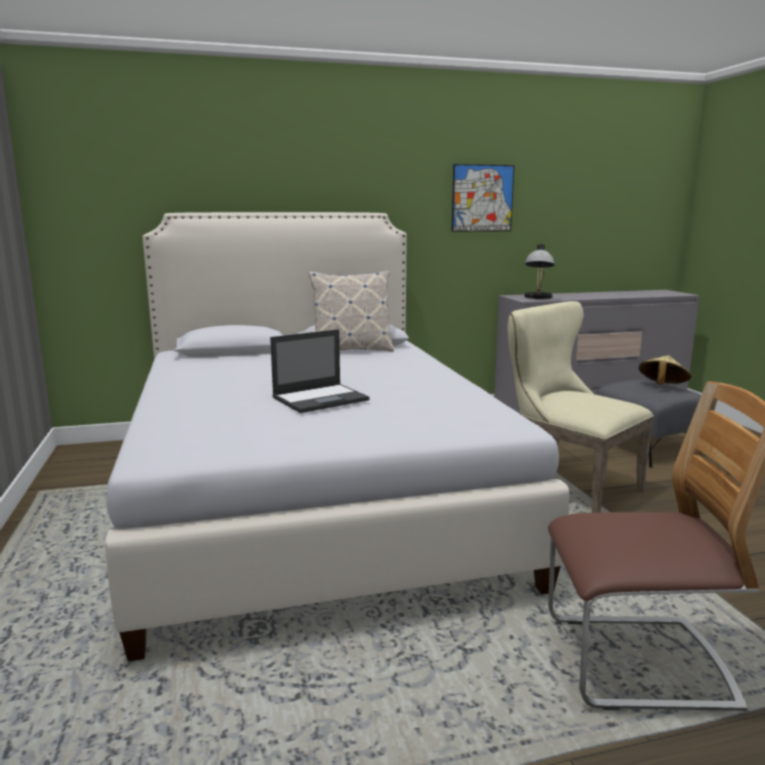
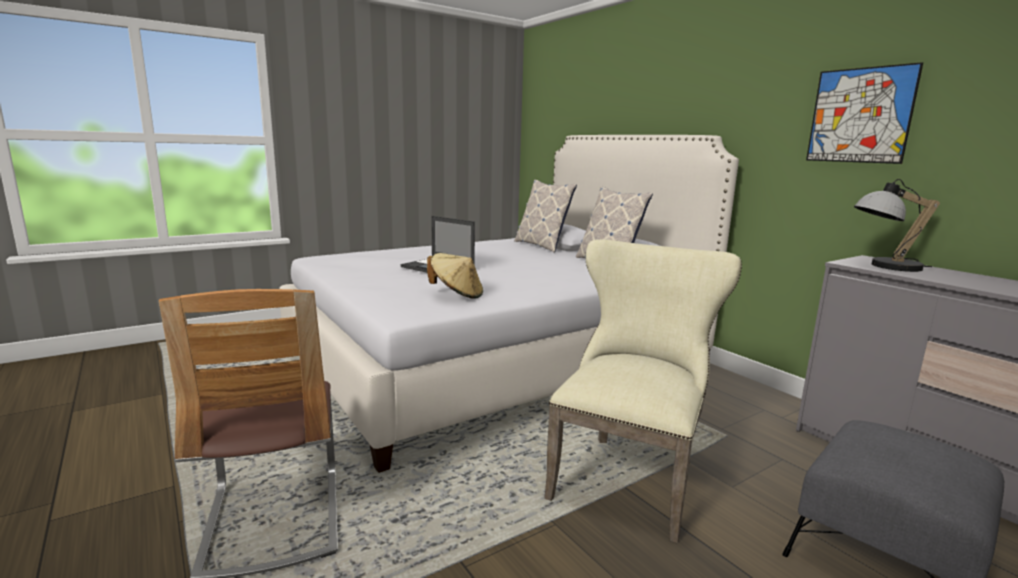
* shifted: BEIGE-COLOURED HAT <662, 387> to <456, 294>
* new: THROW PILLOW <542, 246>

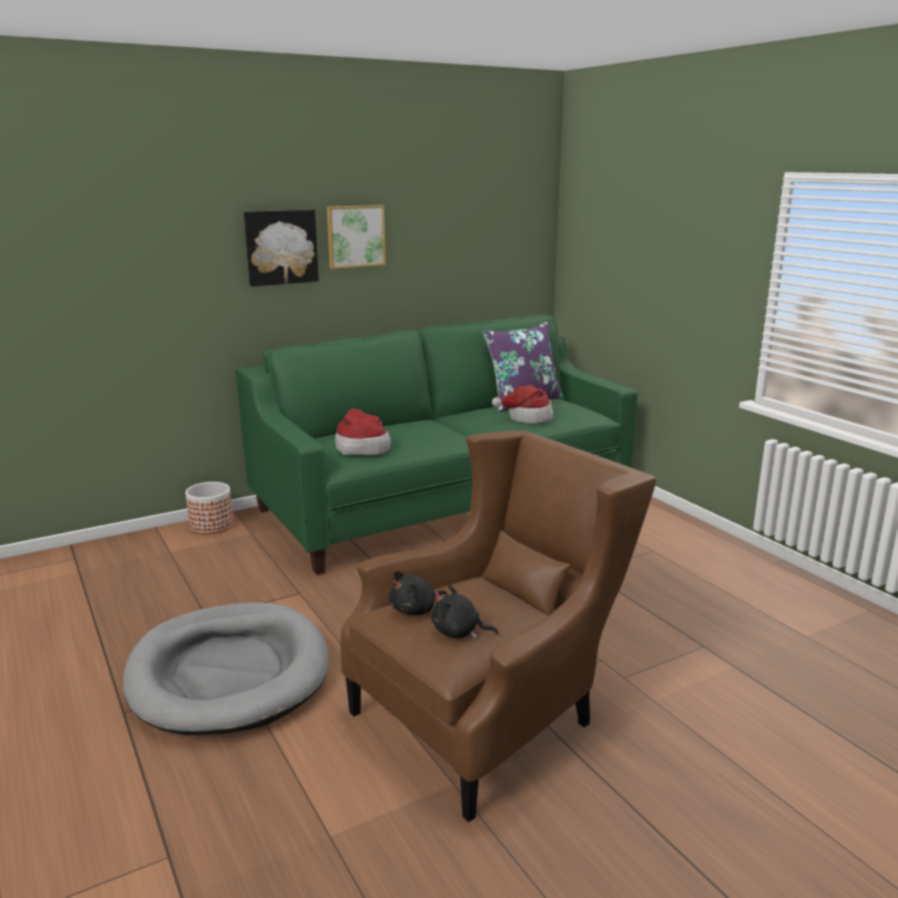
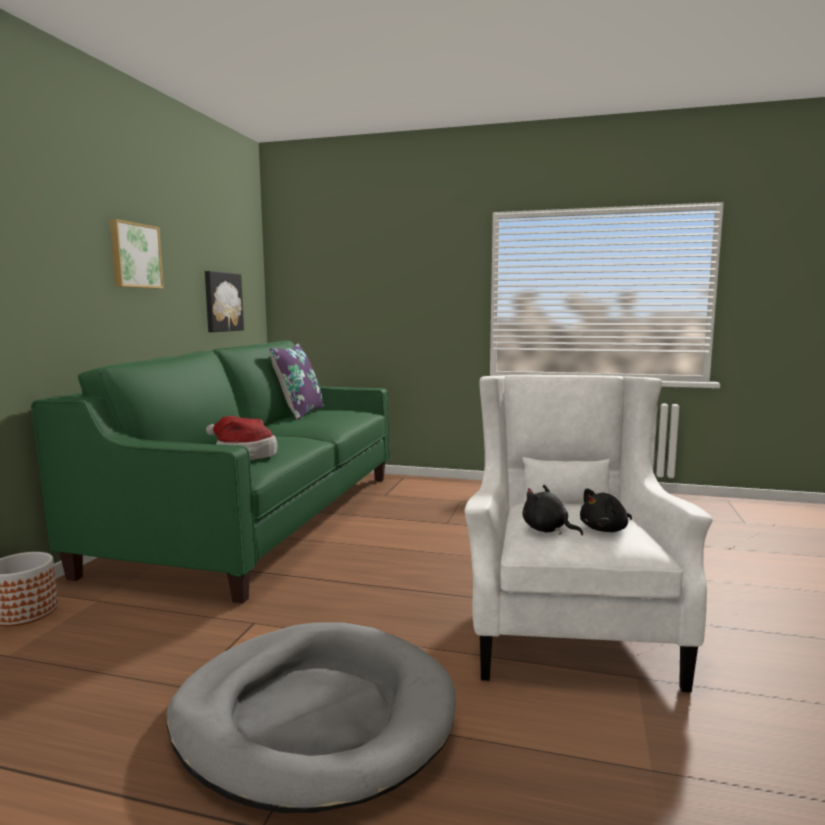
* shifted: WALL ART <281, 247> to <222, 302>
* repainted: BROWN-COLOURED EASY CHAIR <491, 715> to WHITE EASY CHAIR <566, 624>
* rotated: BLACK-COLOURED SOFT TOY <416, 610> = <547, 530> 120 degrees clockwise
* gone: HAT <527, 417>

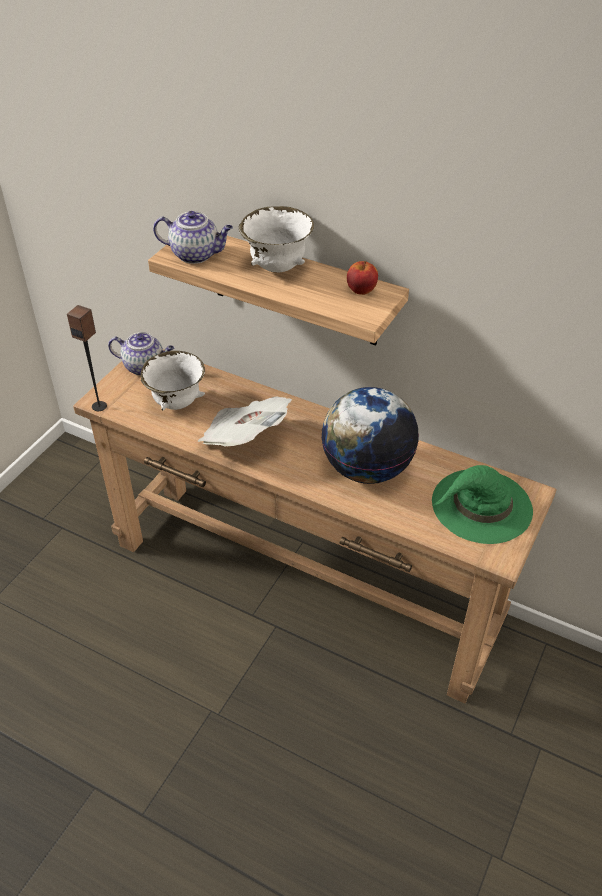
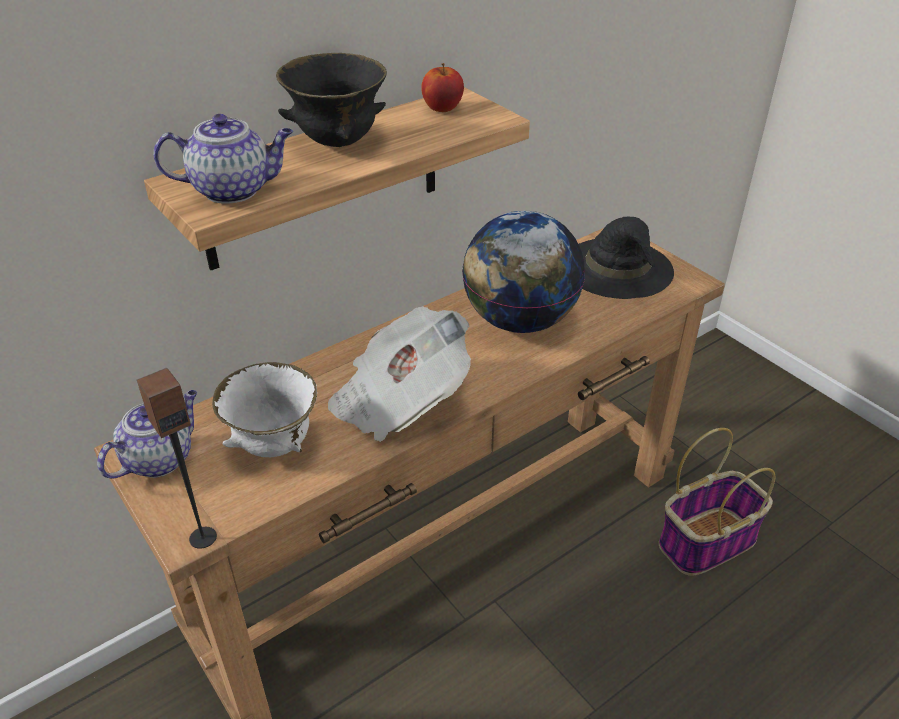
* rotated: POT FOR TEA <196, 254> = <234, 190> 45 degrees clockwise
* repainted: WHITE BOWL <277, 267> to BLACK-COLOURED BOWL <337, 143>
* repainted: GREEN-COLOURED HAT <481, 506> to BLACK-COLOURED HAT <618, 268>
* new: HOUSEHOLD BASKET <707, 541>

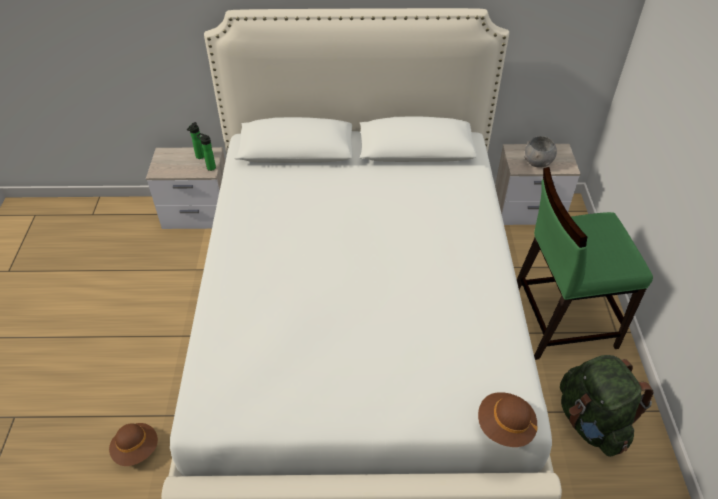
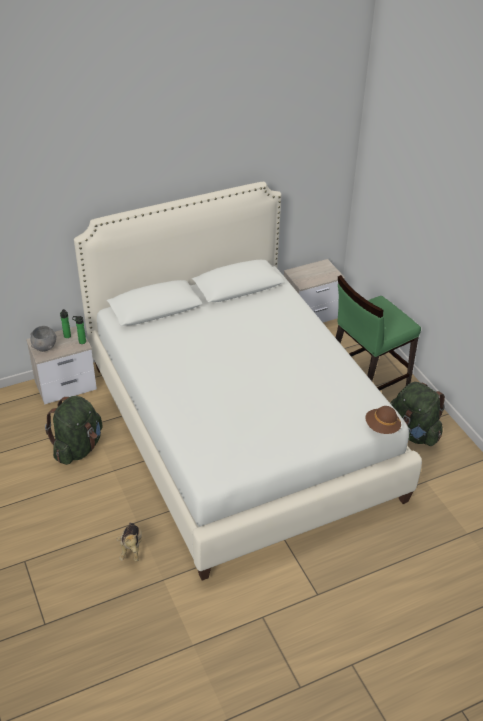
* swapped: BROWN-COLOURED HAT <136, 449> to SOFT TOY <131, 548>
* shifted: GRAY BOWL <538, 162> to <45, 346>
* new: GREEN-COLOURED BACKPACK <78, 447>

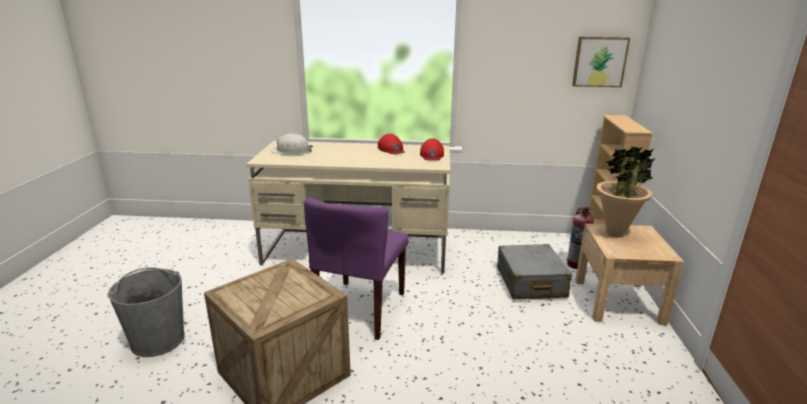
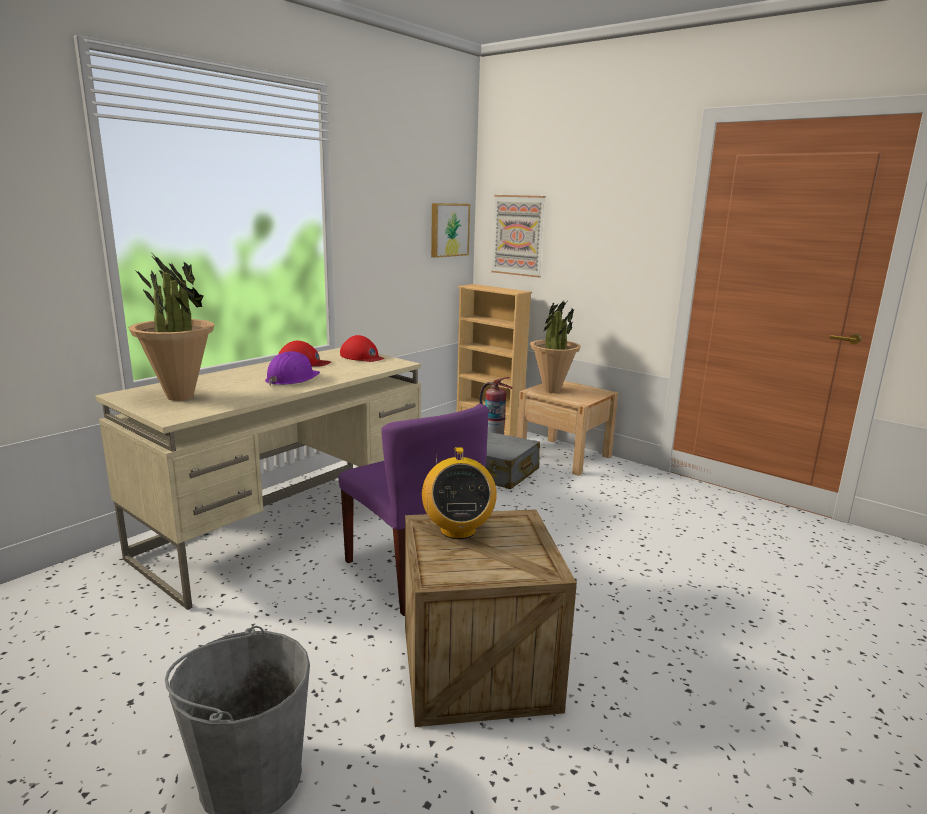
* swapped: WHITE WORK HELMET <291, 151> to HOUSEPLANT <181, 397>
* new: PURPLE-COLOURED WORK HELMET <292, 379>
* new: RADIO RECEIVER <457, 530>
* new: WALL ART <518, 235>

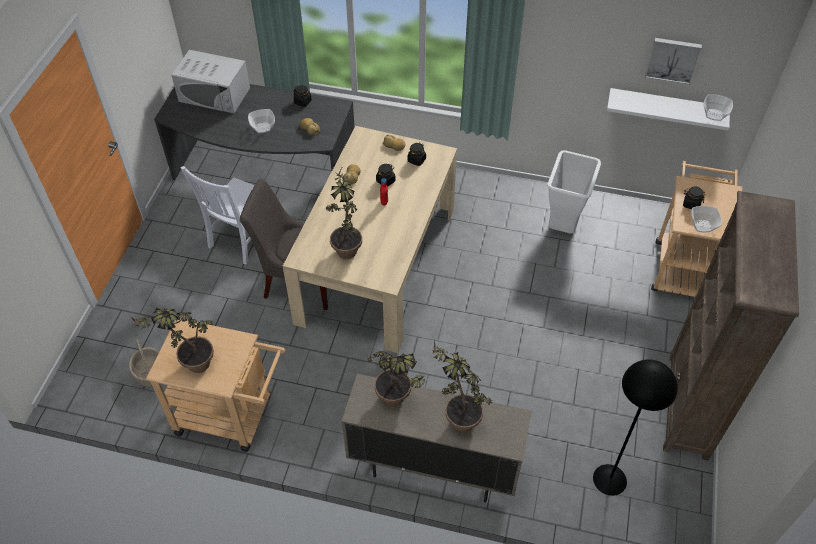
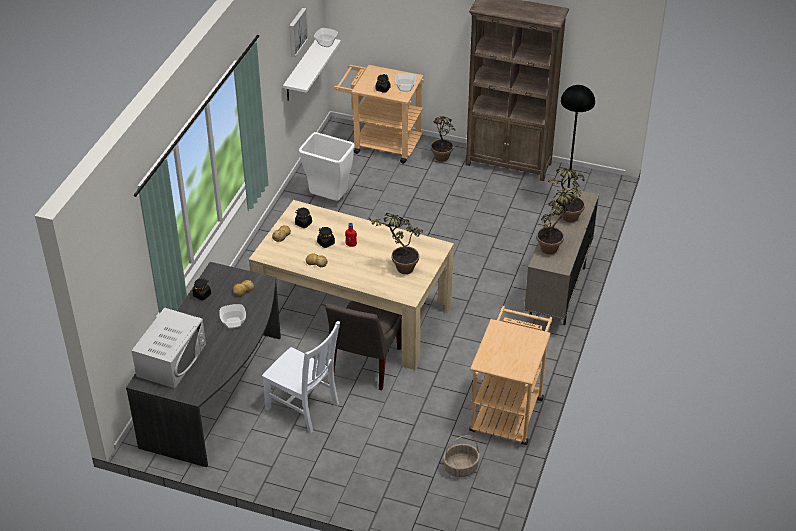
* shifted: HOUSEPLANT <190, 364> to <441, 161>

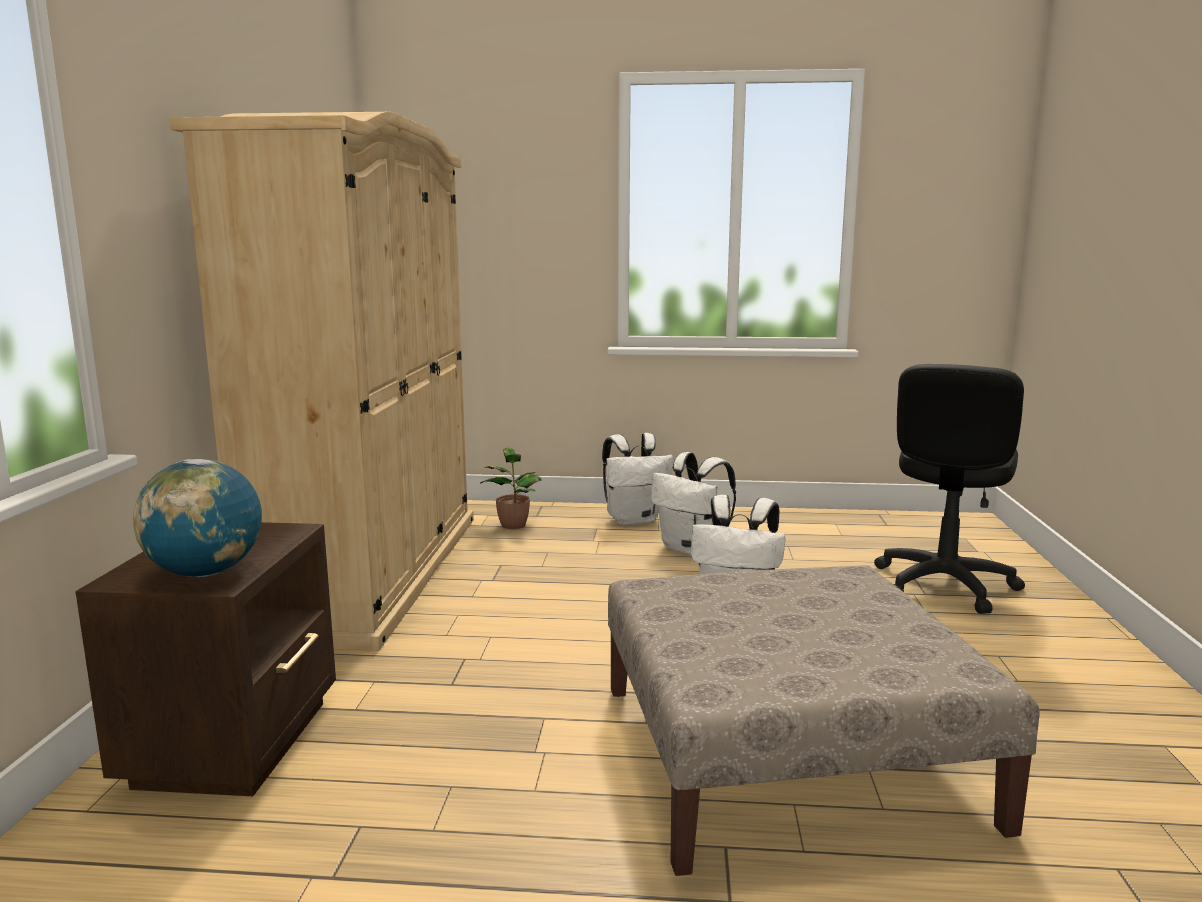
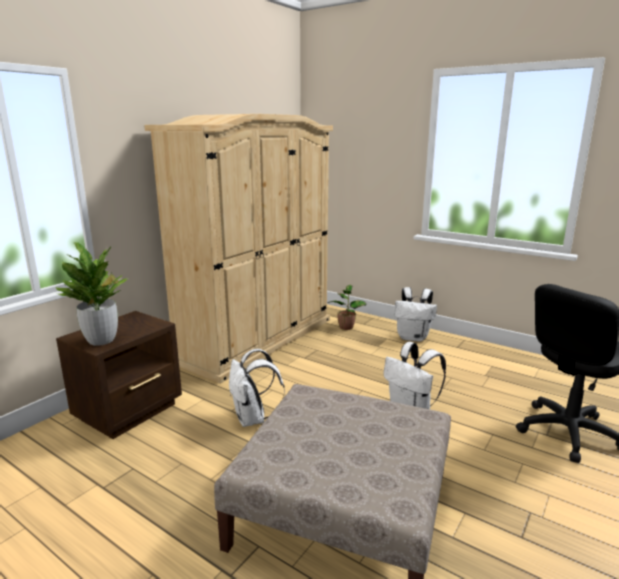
* swapped: DESK GLOBE <205, 573> to HOUSEPLANT <102, 340>
* shifted: WHITE BACKPACK <691, 549> to <253, 419>

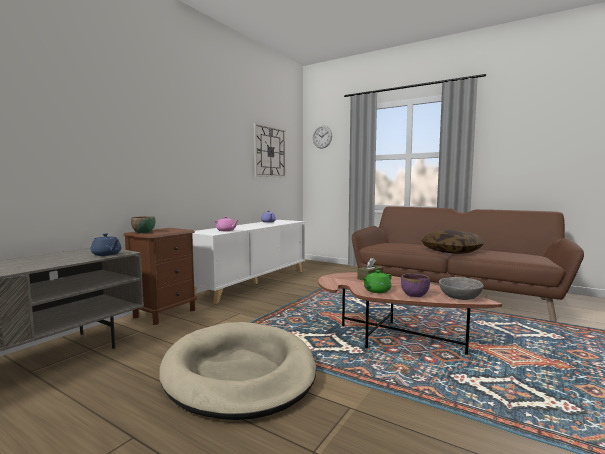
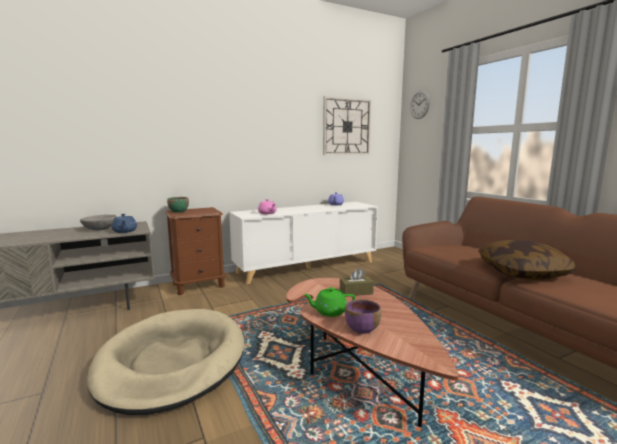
* shifted: GRAY BOWL <460, 297> to <100, 229>

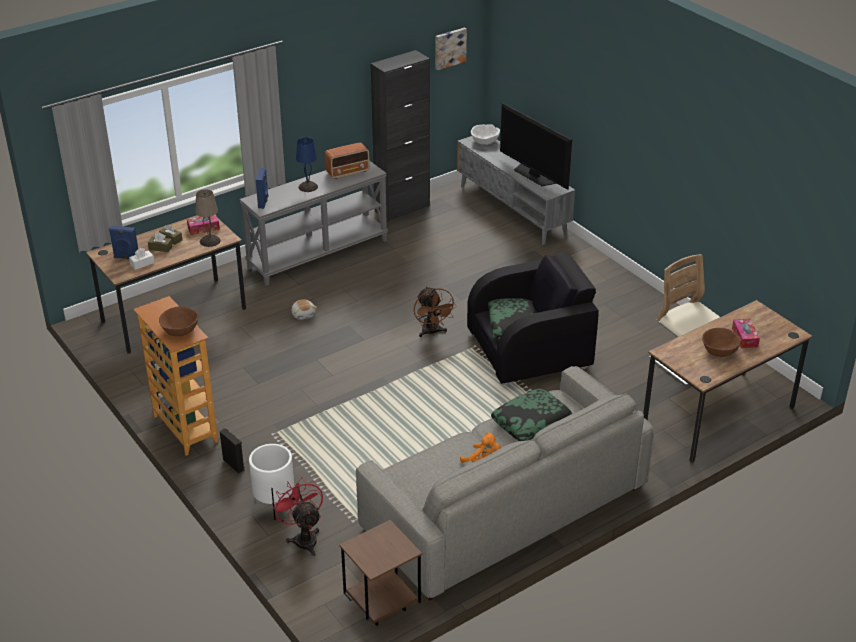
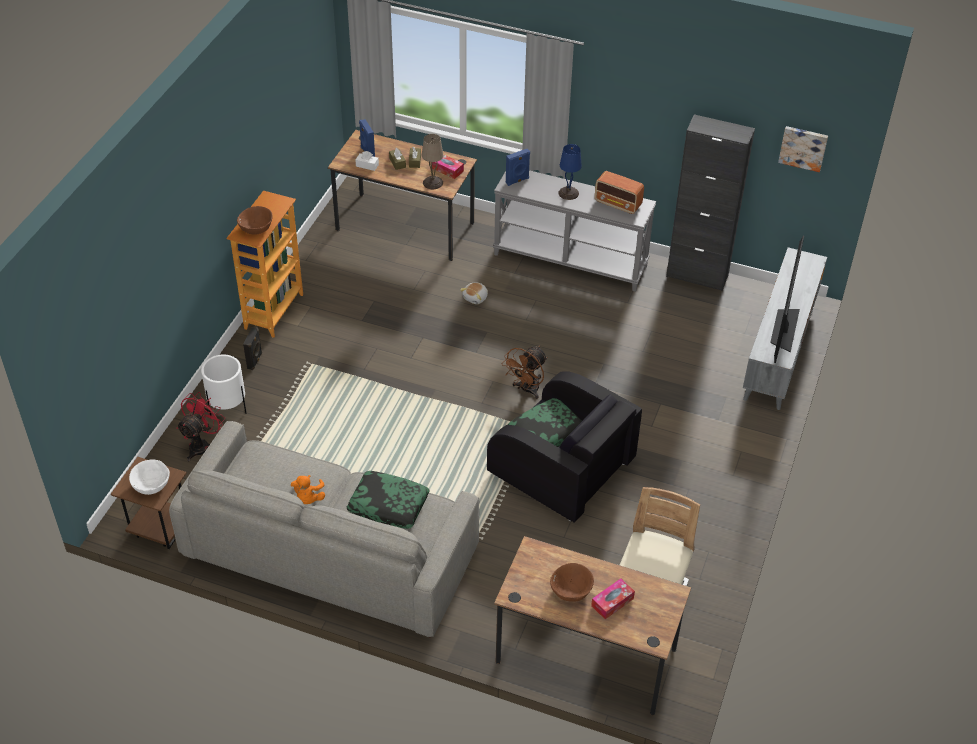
* shifted: WHITE BOWL <485, 141> to <151, 485>

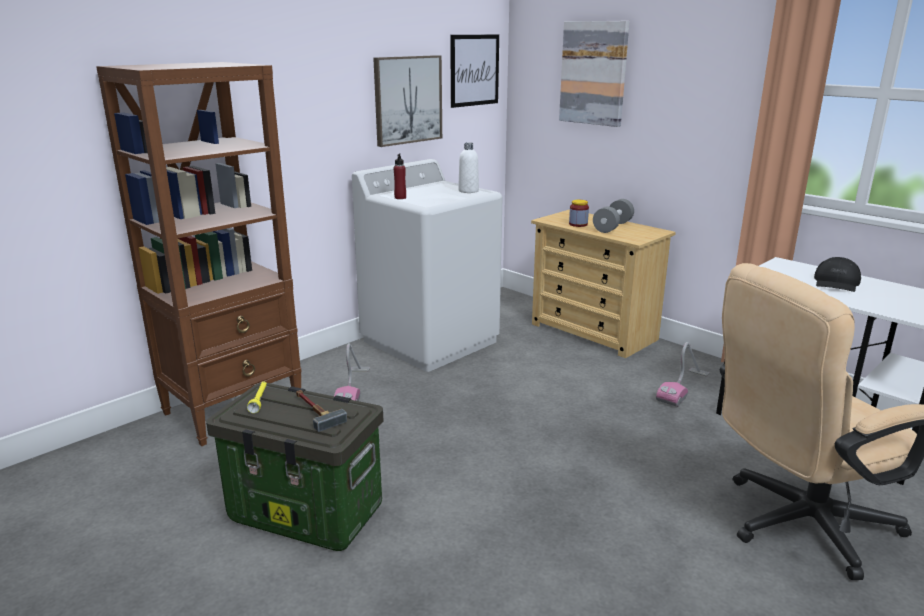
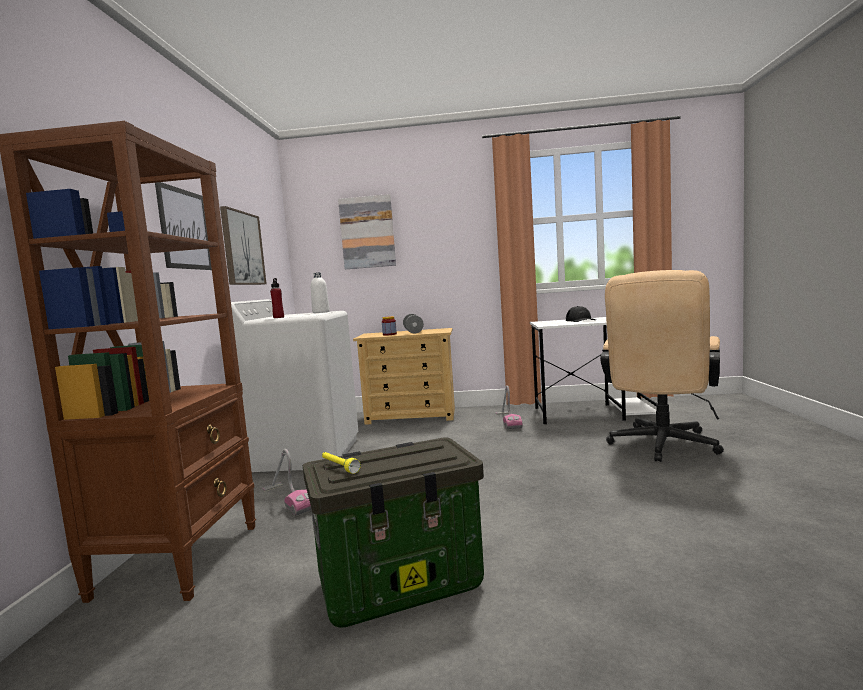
* gone: HAND HAMMER <314, 411>
* shifted: WALL ART <474, 70> to <185, 229>

